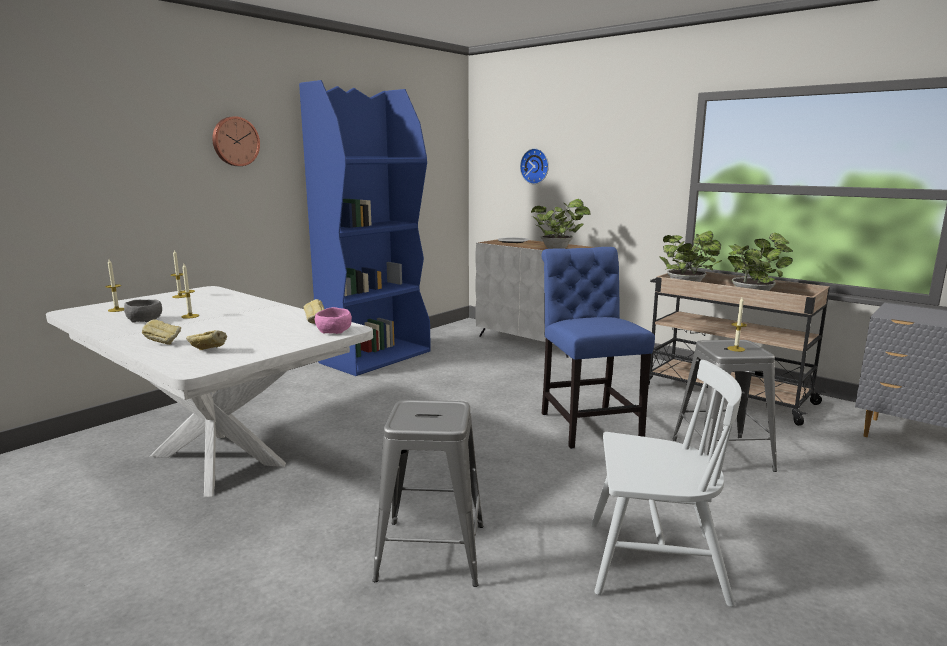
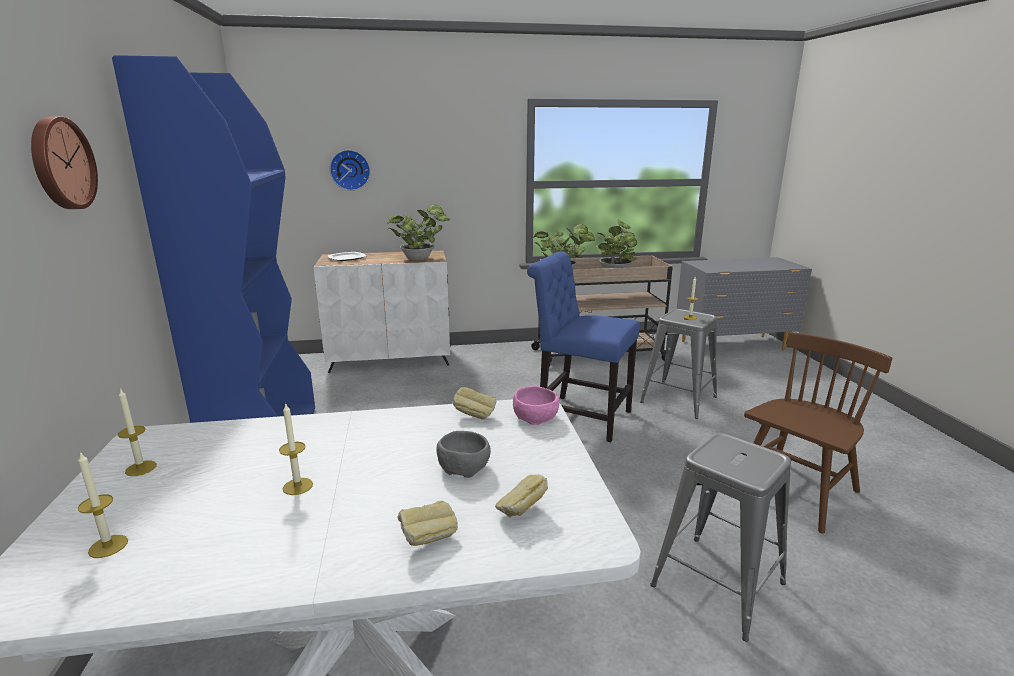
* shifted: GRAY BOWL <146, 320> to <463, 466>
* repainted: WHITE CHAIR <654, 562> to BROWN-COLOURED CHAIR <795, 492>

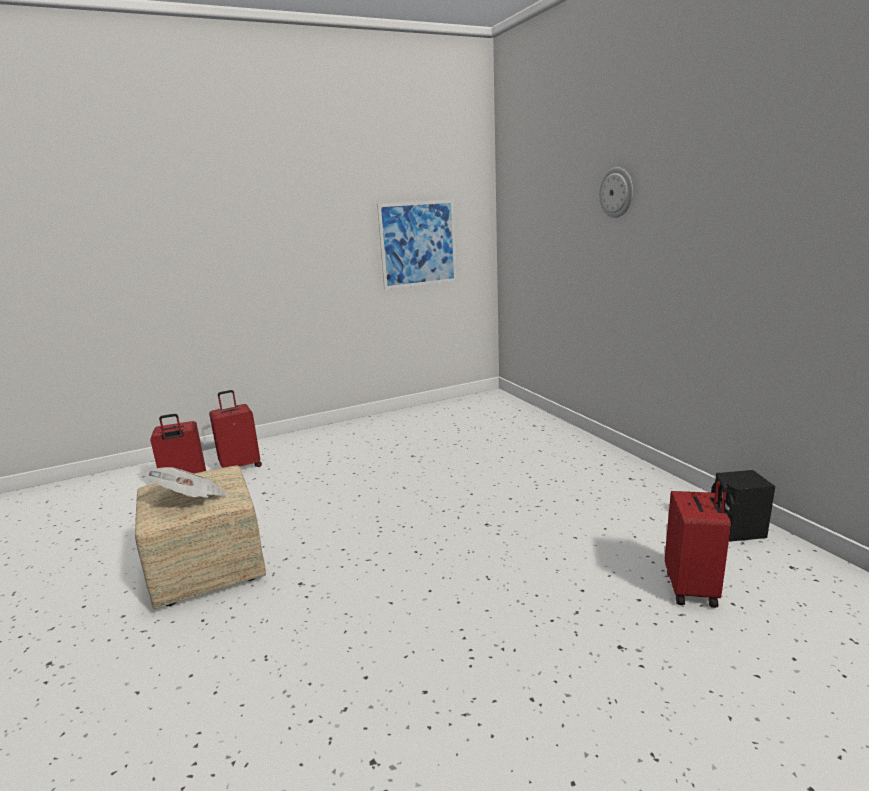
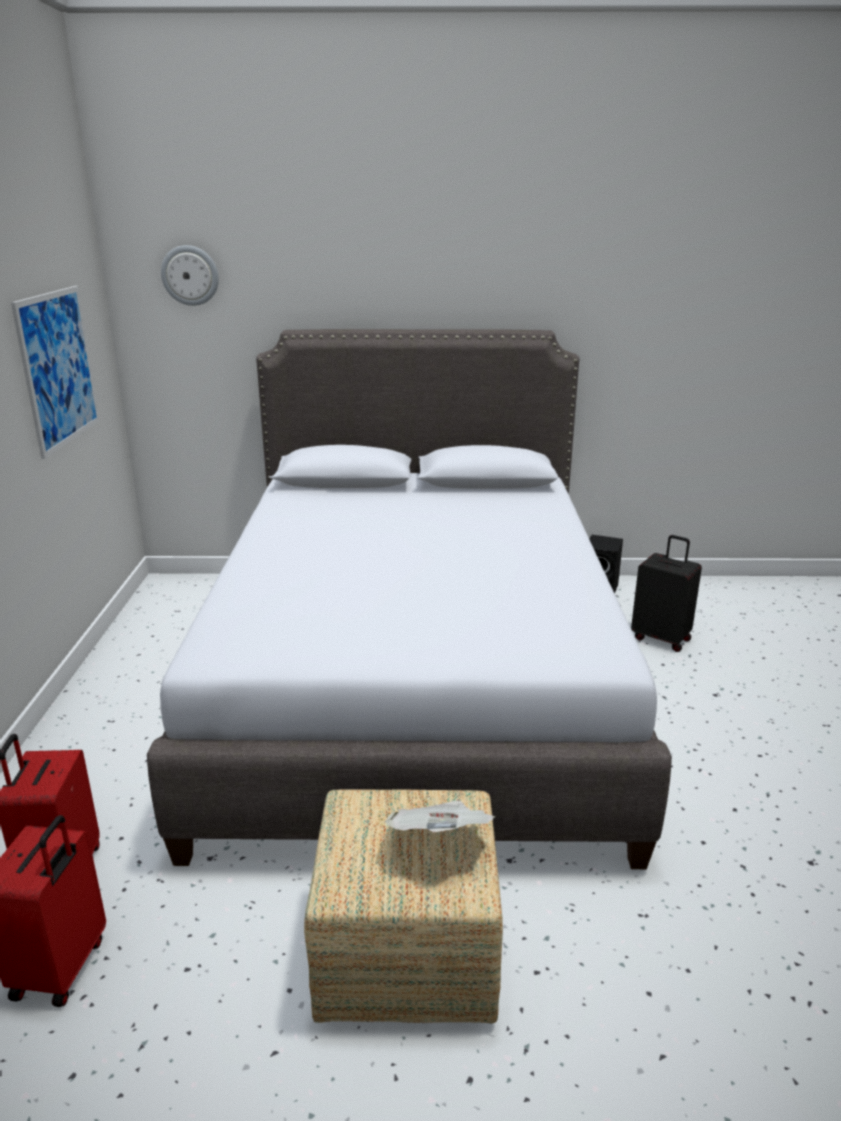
* shifted: HANGING CLOCK <616, 192> to <190, 275>
* repainted: RED-COLOURED PIECE OF LUGGAGE <692, 588> to BLACK-COLOURED PIECE OF LUGGAGE <661, 638>
* new: GRAY SLEEPING BED <413, 683>

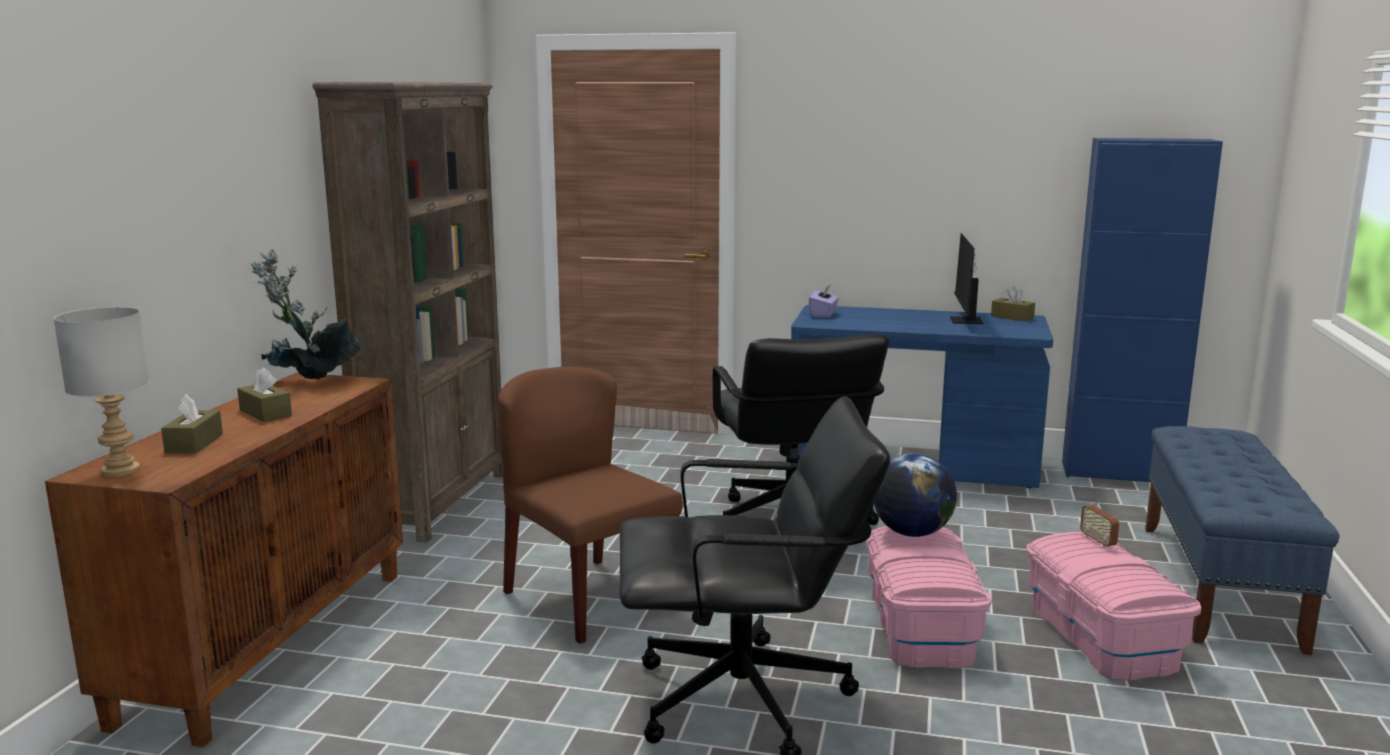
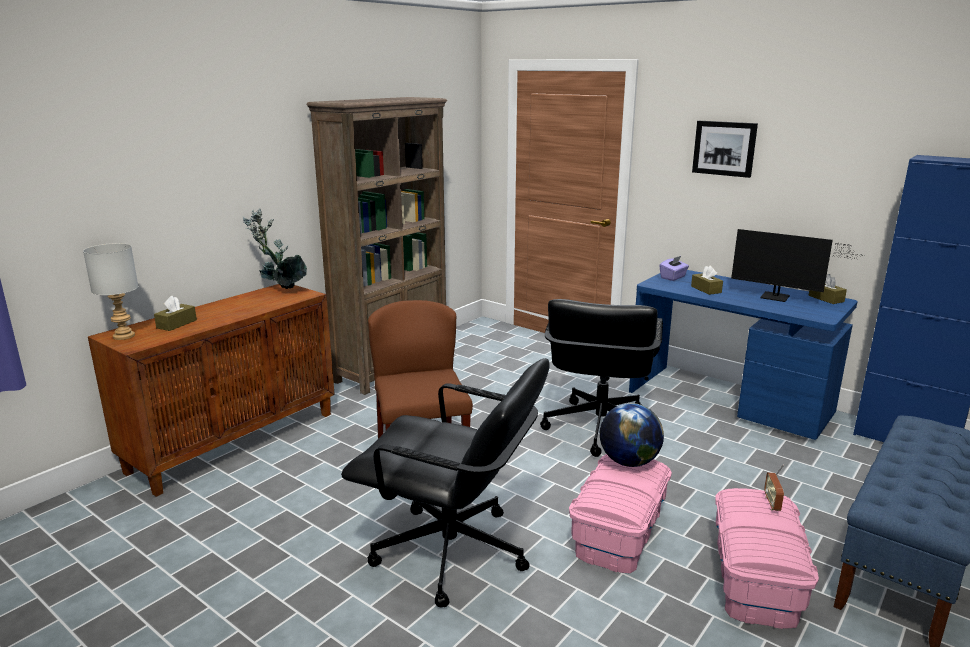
* shifted: BROWN-COLOURED TISSUE HOLDER <265, 413> to <706, 289>
* rotated: COMPUTER DISPLAY <965, 321> = <779, 298> 90 degrees counterclockwise
* new: WALL ART <724, 148>

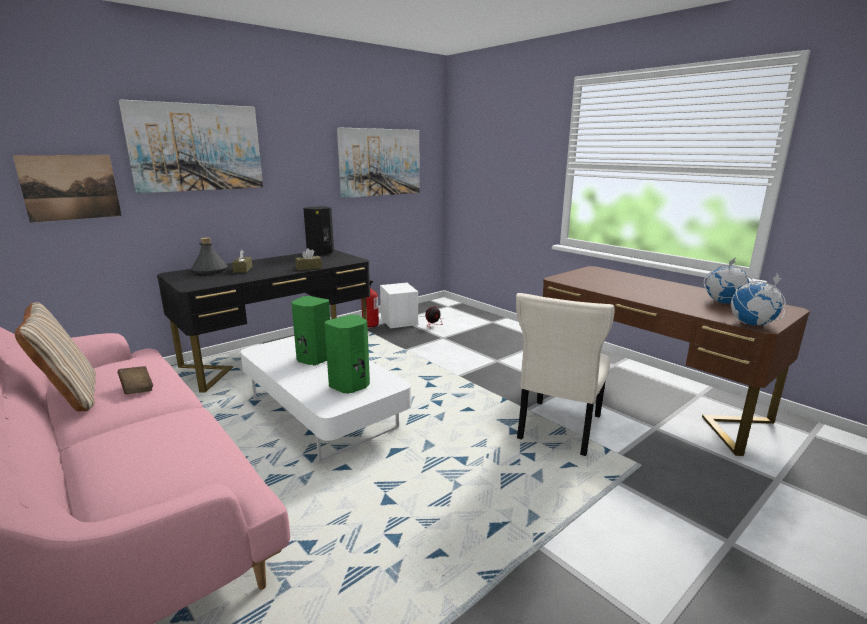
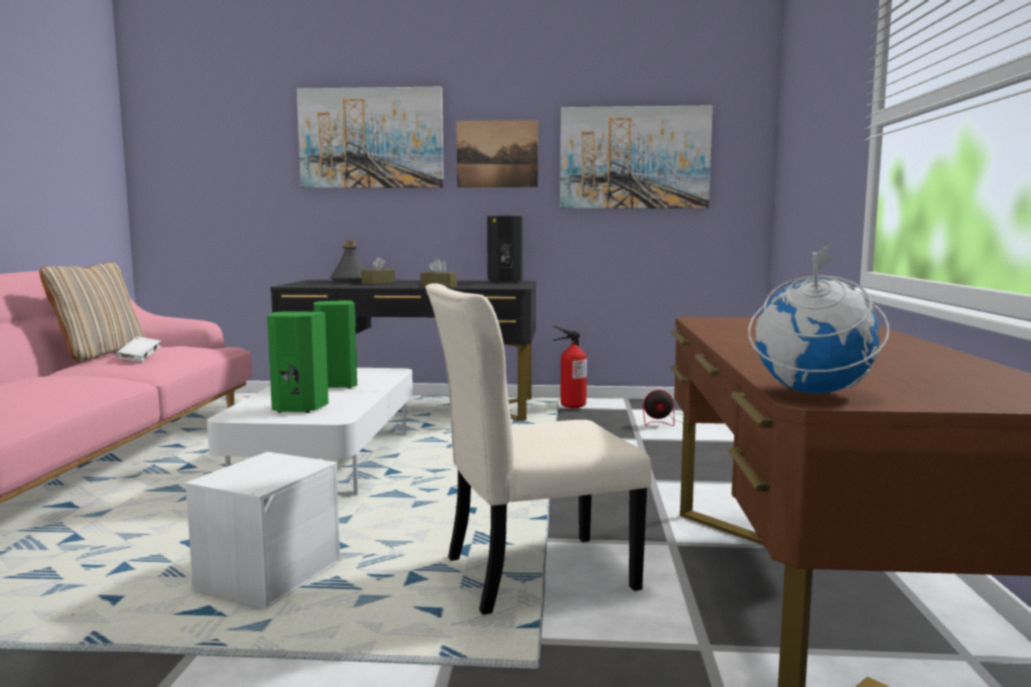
* shifted: WALL ART <70, 187> to <497, 154>
* repainted: BROWN-COLOURED VOLUME <137, 388> to WHITE VOLUME <139, 359>
* shifted: WHITE STORAGE CONTAINER <398, 320> to <269, 575>
* gone: DESK GLOBE <723, 303>

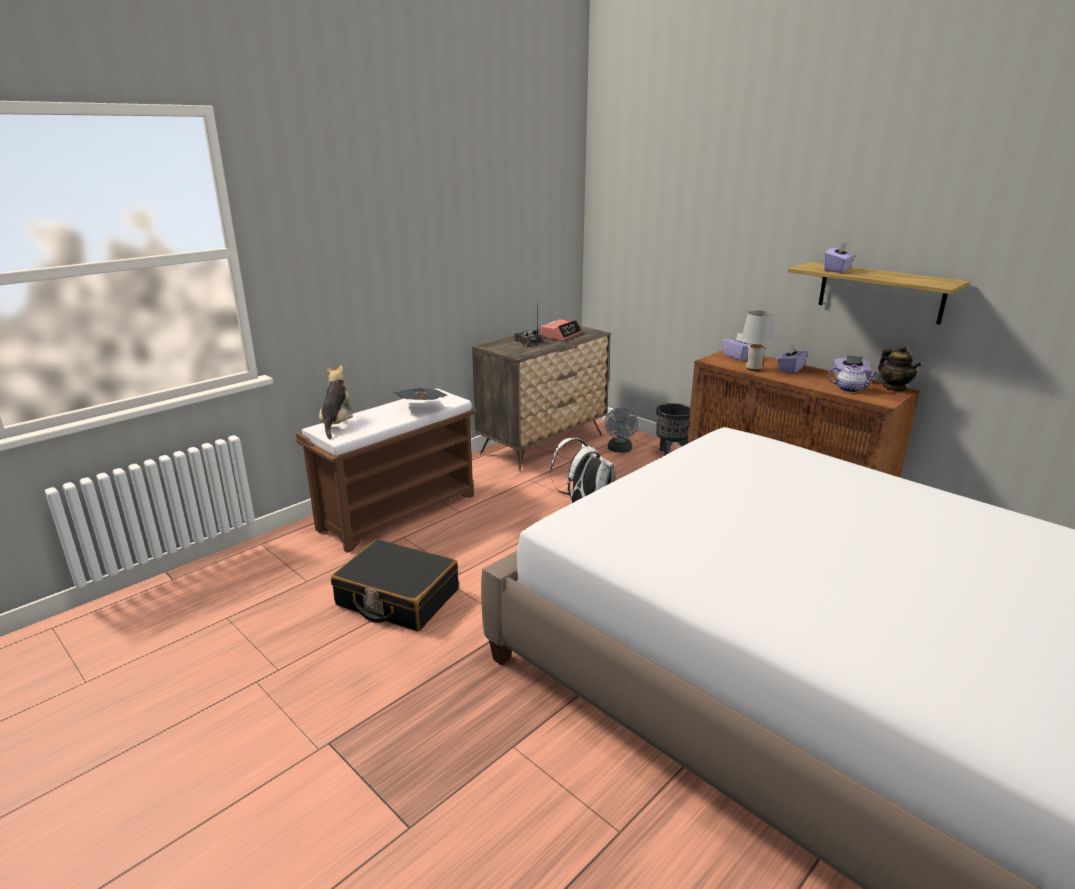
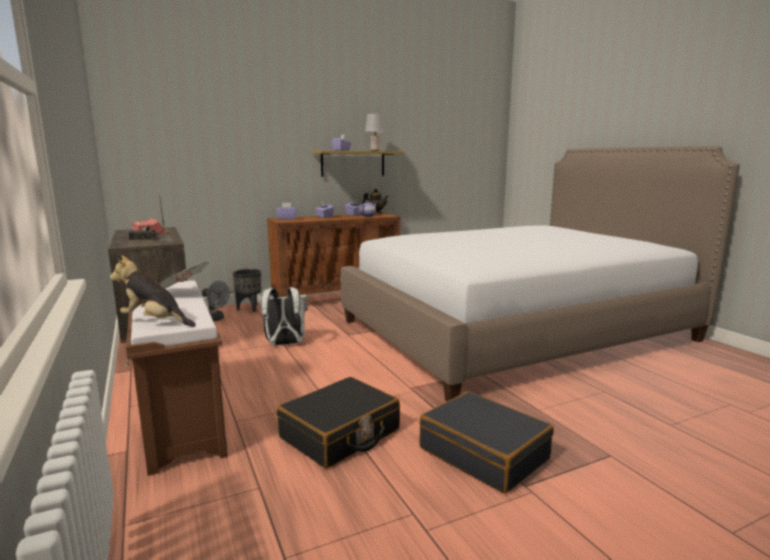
* shifted: GRAY TABLE LAMP <753, 369> to <375, 151>
* new: BLACK-COLOURED PIECE OF LUGGAGE <484, 453>

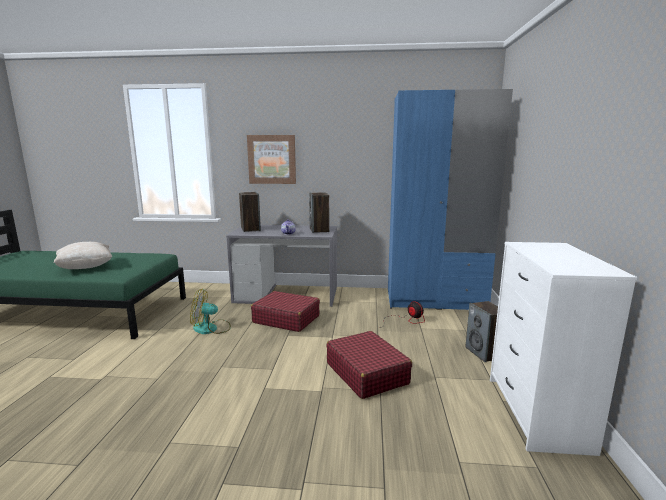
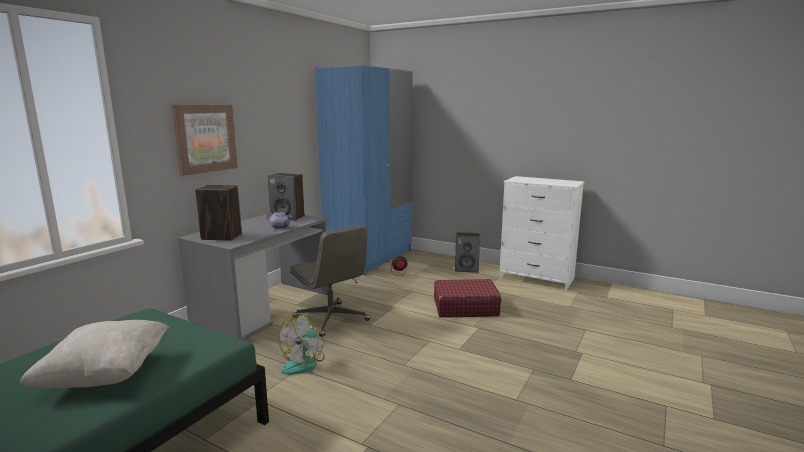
* swapped: RED-COLOURED PIECE OF LUGGAGE <286, 319> to GRAY DESK CHAIR <332, 319>

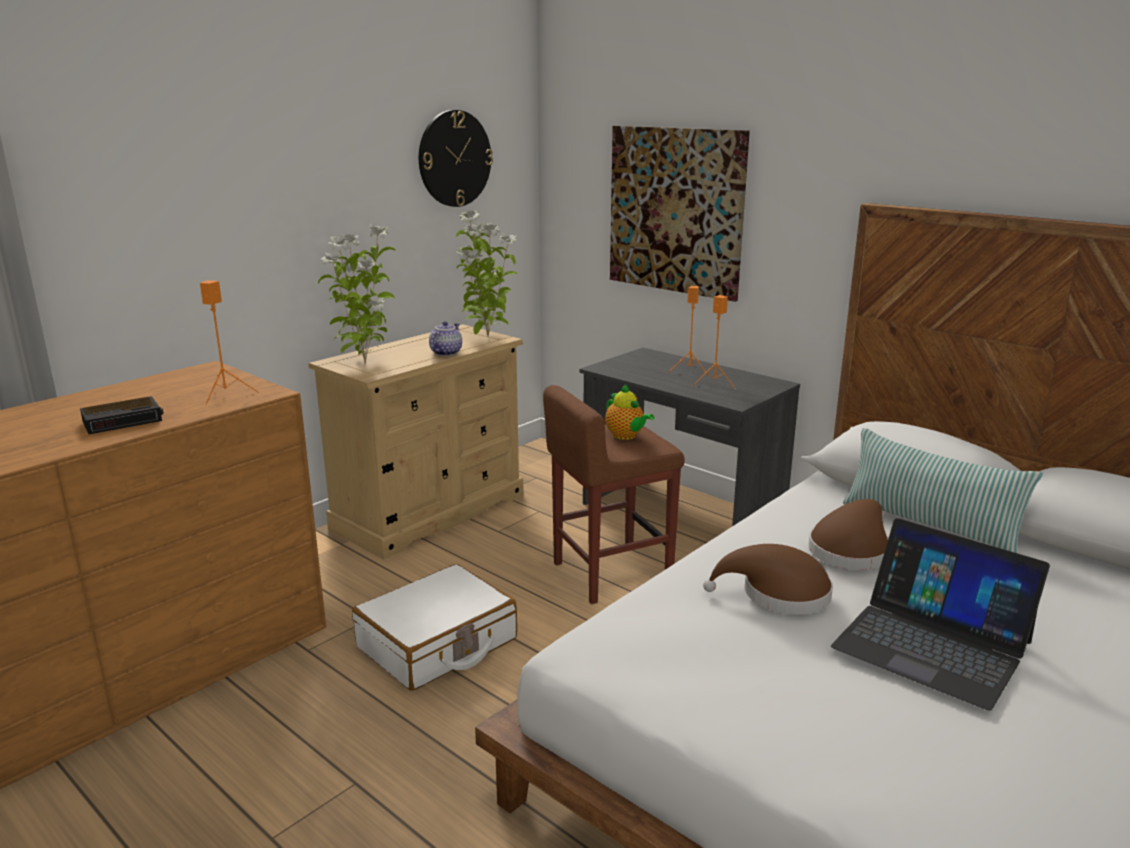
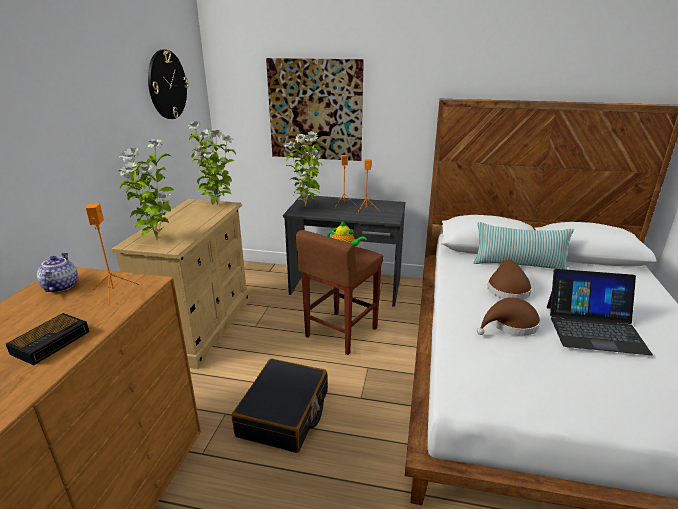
* repainted: WHITE PIECE OF LUGGAGE <437, 644> to BLACK-COLOURED PIECE OF LUGGAGE <284, 414>
* shifted: POT FOR TEA <445, 353> to <60, 286>
* new: HOUSEPLANT <306, 206>

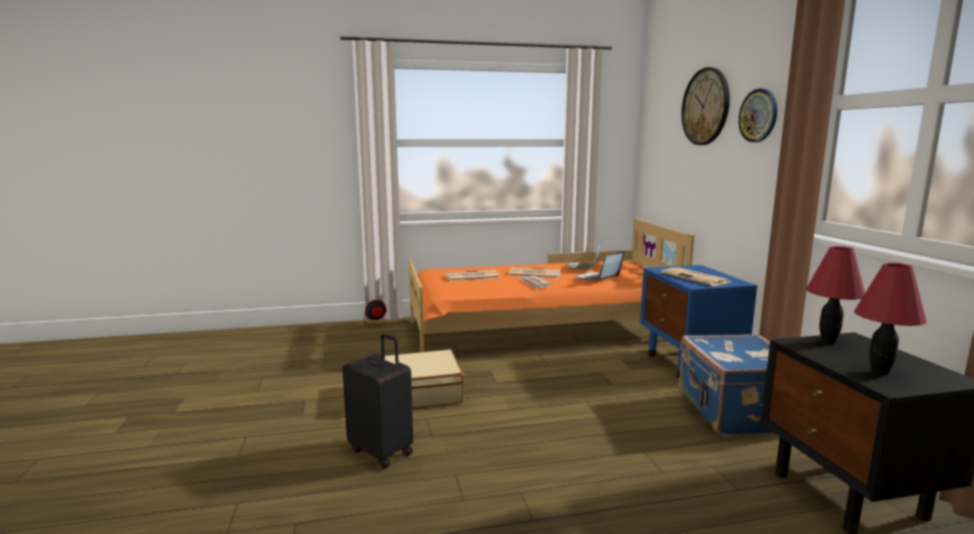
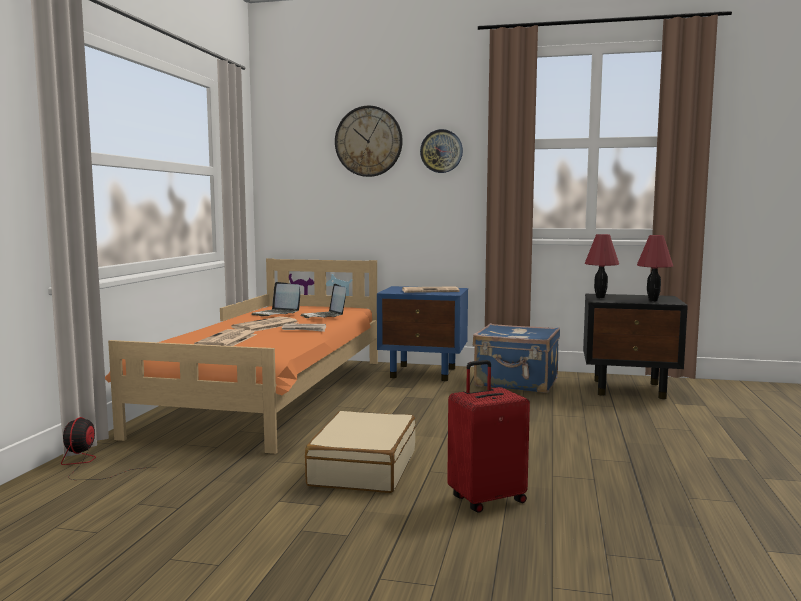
* repainted: BLACK-COLOURED PIECE OF LUGGAGE <382, 451> to RED-COLOURED PIECE OF LUGGAGE <486, 499>

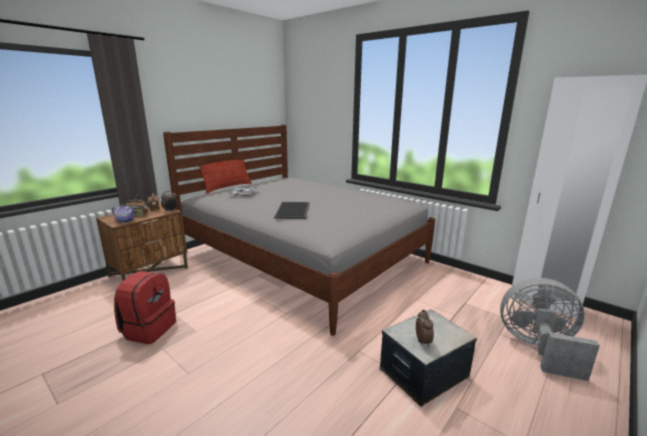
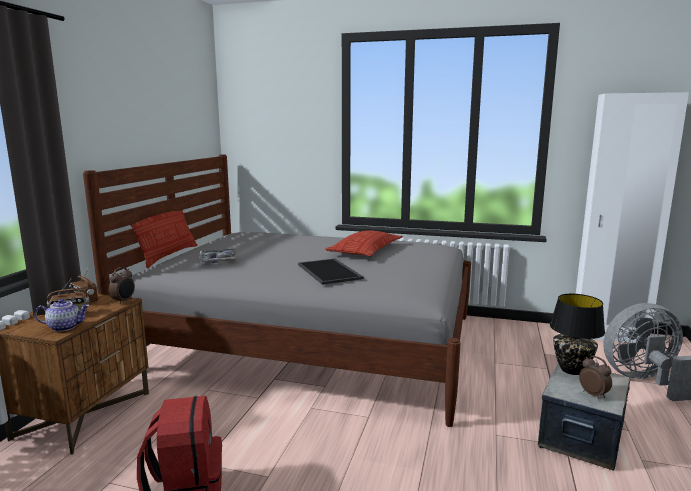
* new: THROW PILLOW <365, 250>
* new: BLACK-COLOURED TABLE LAMP <572, 370>

